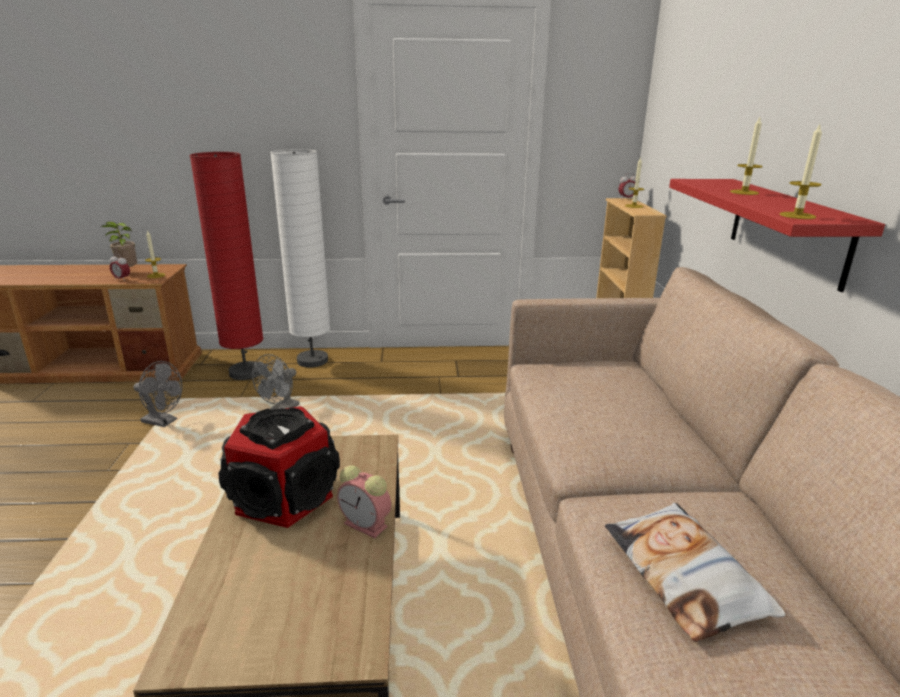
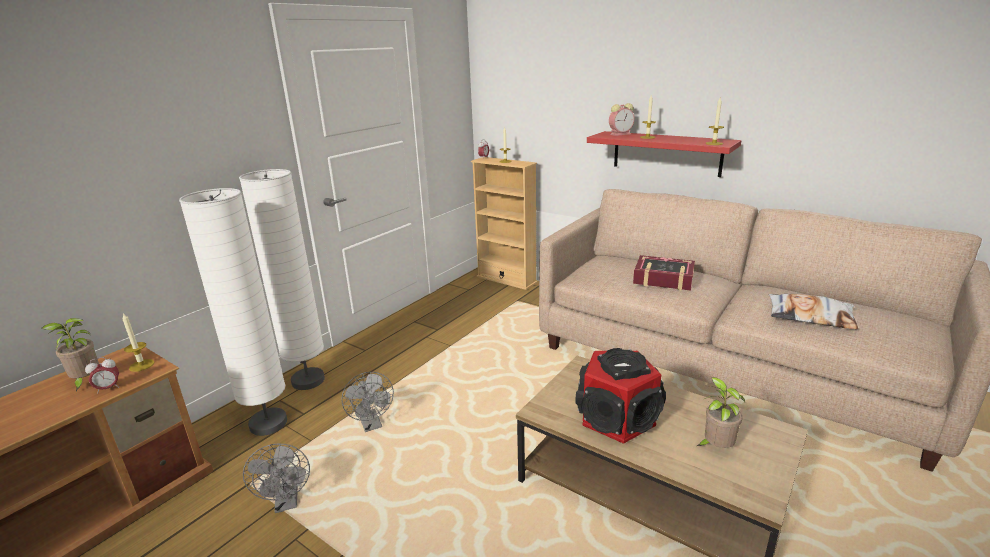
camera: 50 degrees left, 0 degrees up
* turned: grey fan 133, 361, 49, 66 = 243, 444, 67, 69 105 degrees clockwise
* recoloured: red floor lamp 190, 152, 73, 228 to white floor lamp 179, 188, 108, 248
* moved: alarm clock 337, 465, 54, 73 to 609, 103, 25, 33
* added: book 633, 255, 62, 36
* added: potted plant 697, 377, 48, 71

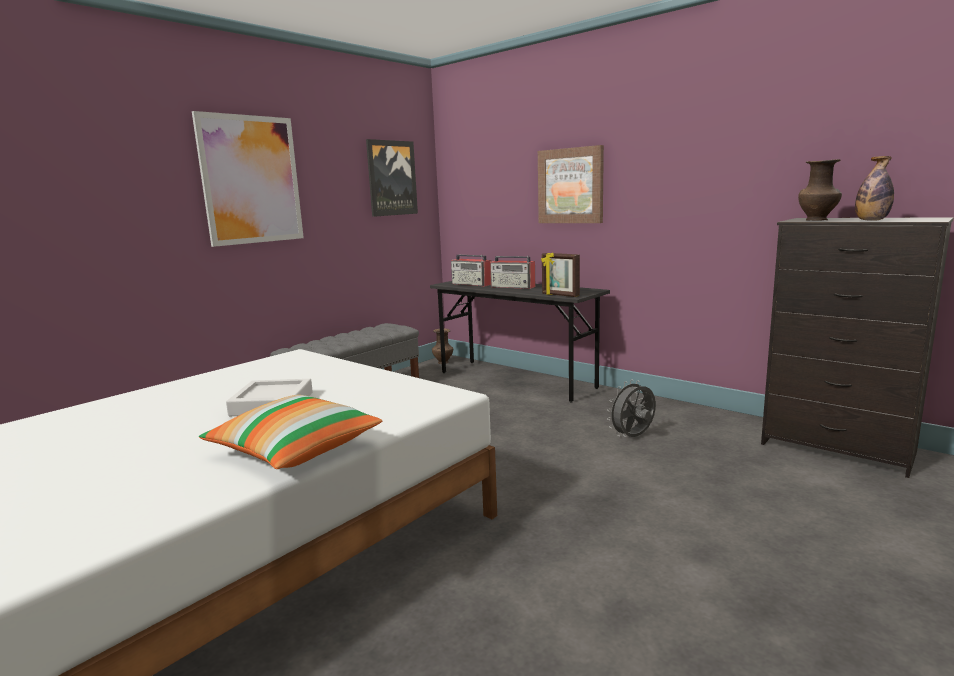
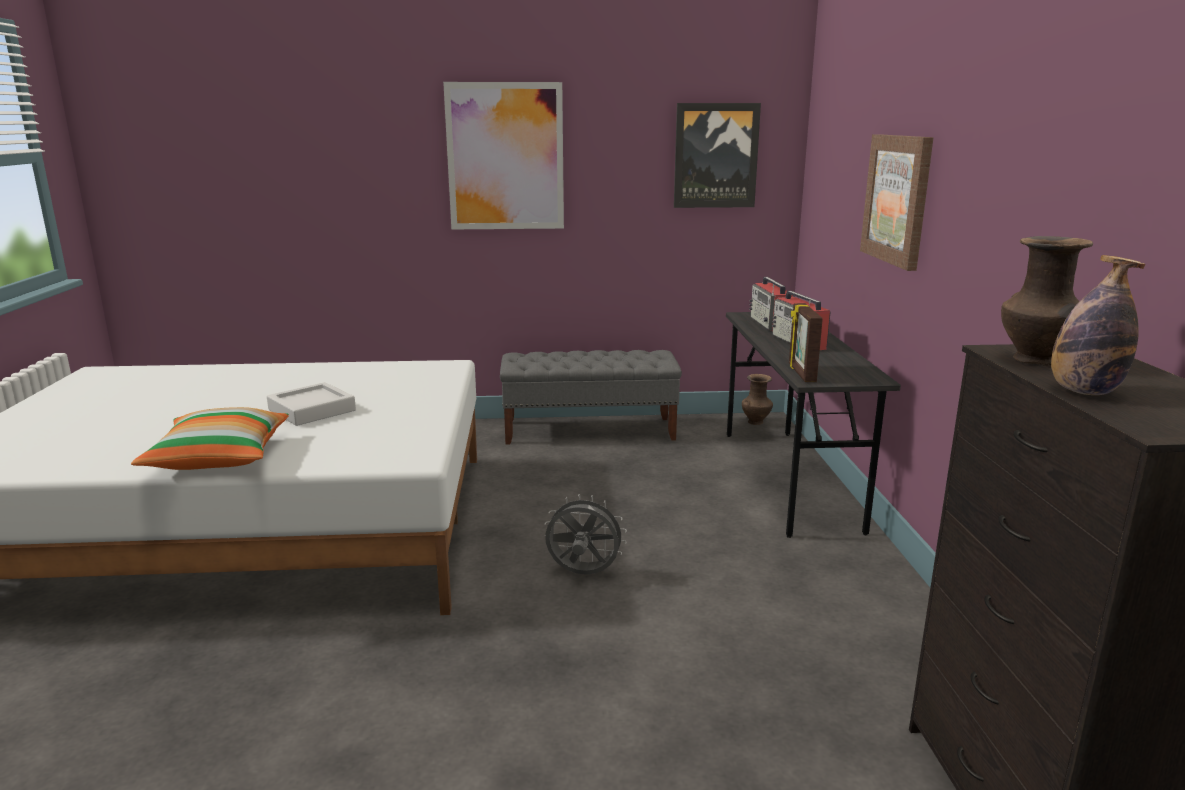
camera: 45 degrees right, 5 degrees up
* moved: grey fan 607, 380, 49, 57 to 545, 494, 82, 81

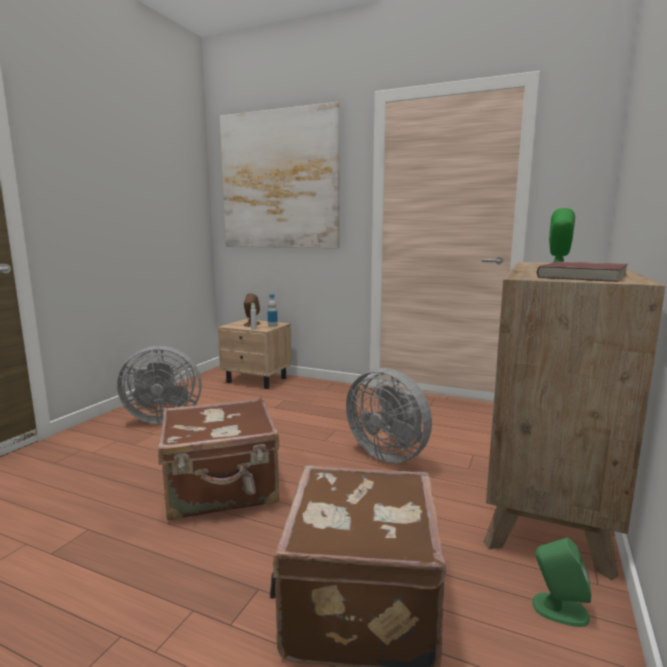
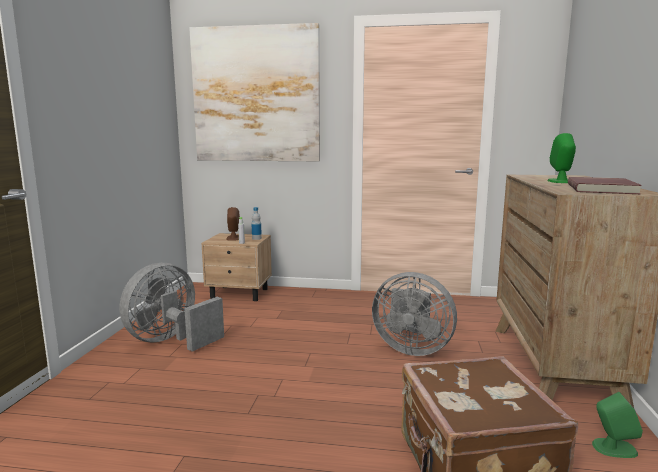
camera: 15 degrees left, 0 degrees up
* turned: grey fan 117, 346, 85, 78 = 119, 263, 105, 89 150 degrees clockwise
* removed: brown suitcase 158, 398, 121, 123

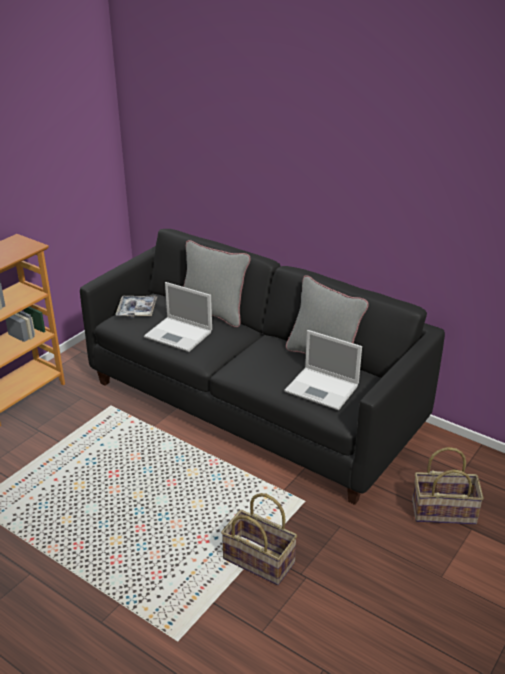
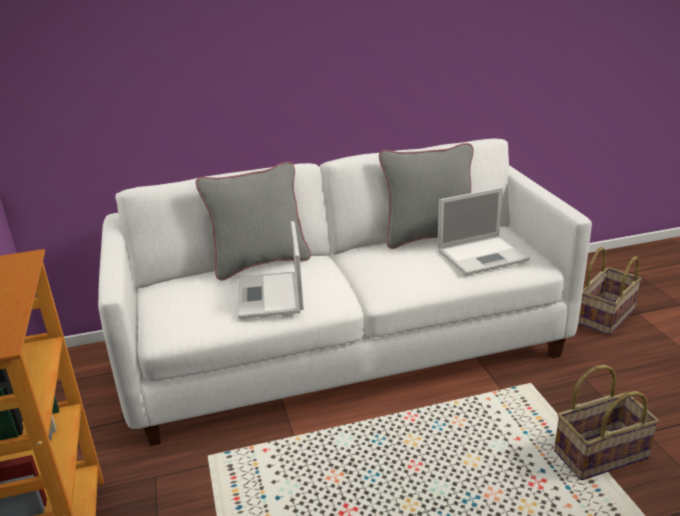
camera: 50 degrees left, 5 degrees down
* recoloured: black sofa 80, 229, 365, 276 to white sofa 98, 138, 494, 308
* removed: tray 116, 296, 42, 22
* turned: laptop 144, 282, 68, 70 = 238, 221, 66, 98 105 degrees clockwise

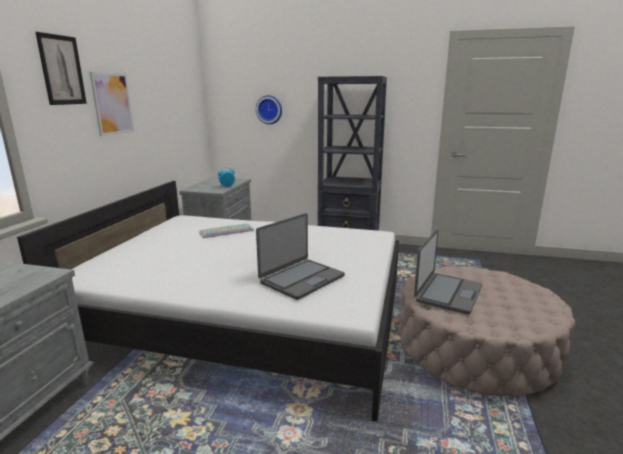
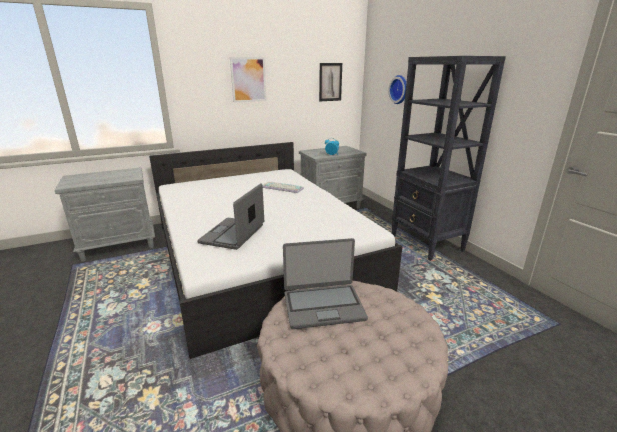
camera: 50 degrees right, 5 degrees up
* moved: picture 35, 32, 52, 73 to 319, 63, 23, 38
* turned: laptop 256, 213, 89, 87 = 197, 183, 67, 67 105 degrees clockwise

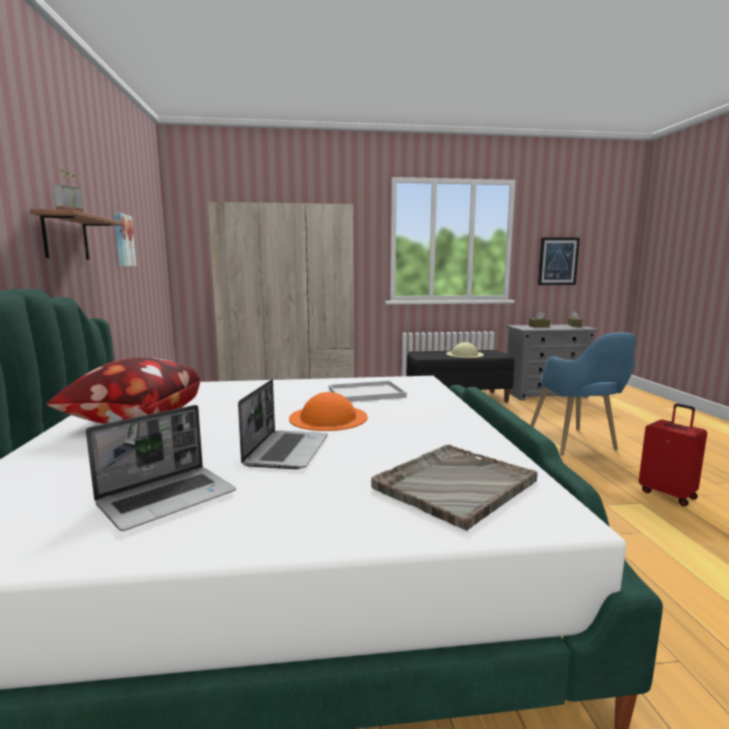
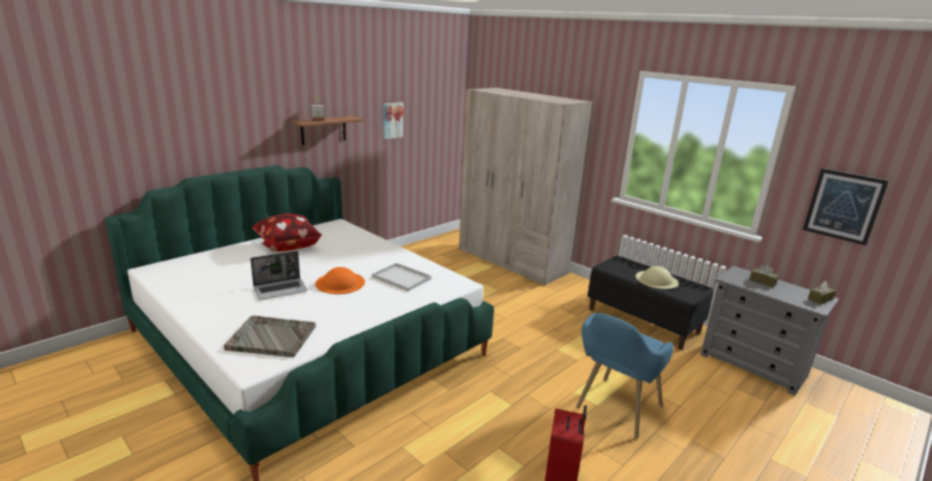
camera: 50 degrees right, 10 degrees up
* removed: laptop 86, 405, 150, 126

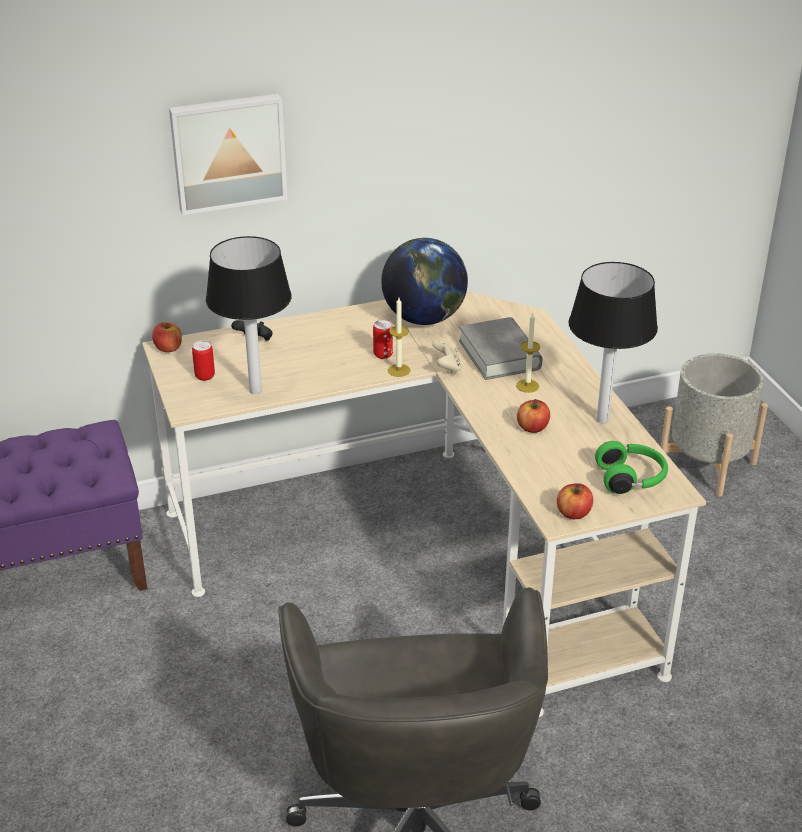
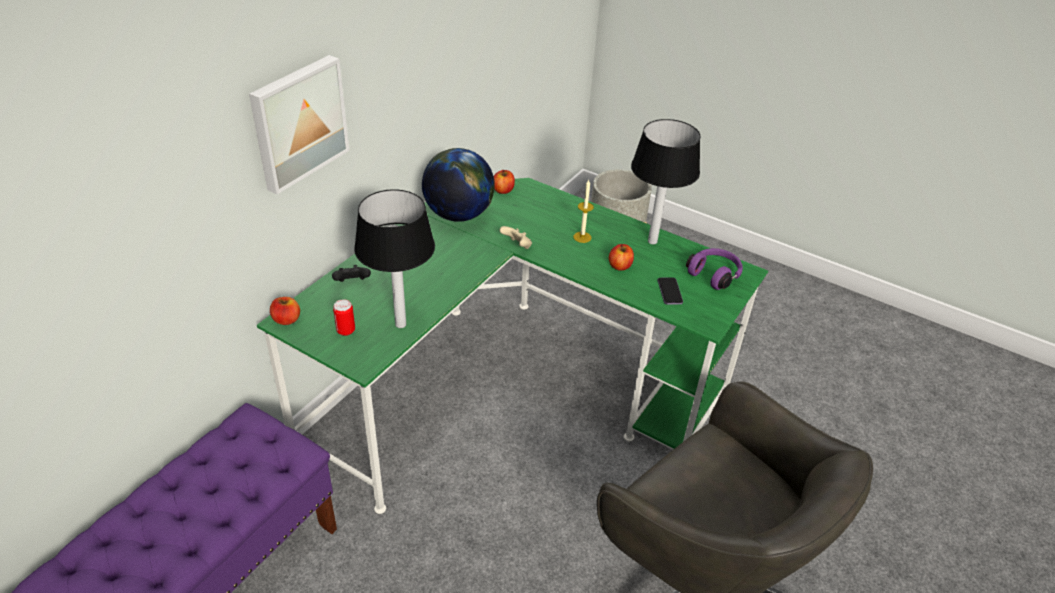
camera: 40 degrees left, 5 degrees up
* recoloured: beige desk 142, 291, 564, 426 to green desk 257, 178, 511, 336
* removed: can 373, 320, 20, 39
* removed: candle 388, 298, 22, 79
* removed: grey book 459, 317, 83, 63
* moved: apple 557, 483, 36, 36 to 494, 170, 21, 24
* recoloured: green headphones 595, 441, 73, 53 to purple headphones 686, 248, 57, 42
* added: phone 658, 277, 25, 28

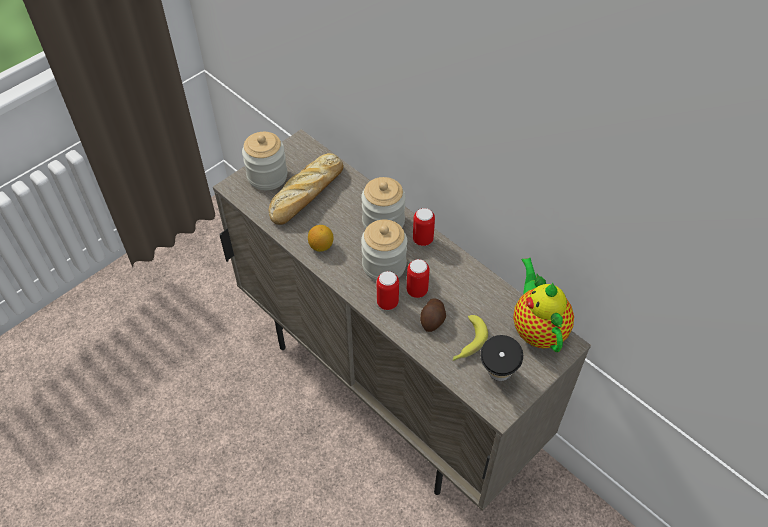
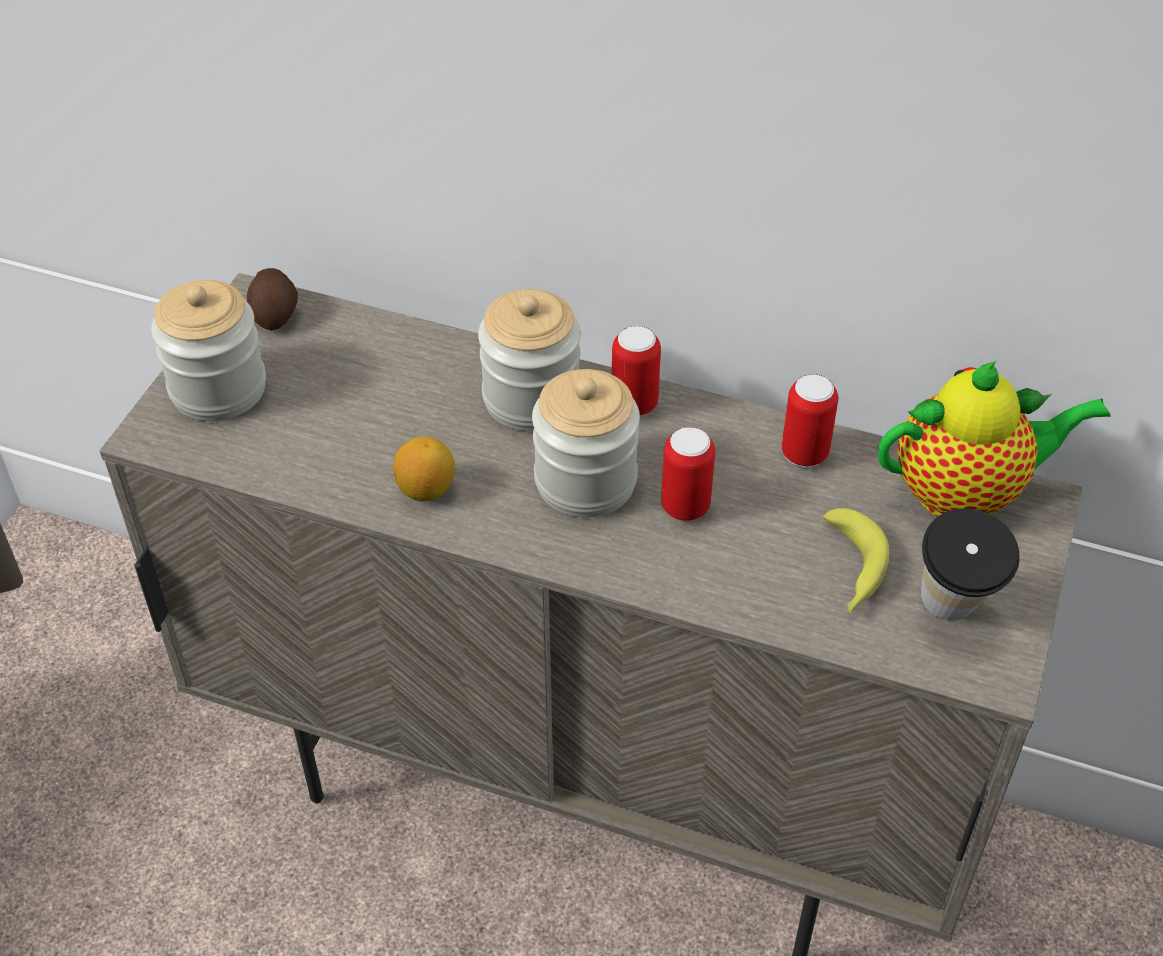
camera: 25 degrees left, 5 degrees down
* removed: bread 268, 153, 76, 72
* moved: can 377, 271, 22, 39 to 782, 374, 56, 93
* moved: potato 420, 298, 26, 34 to 247, 268, 51, 63
* turned: teapot 513, 258, 61, 94 = 878, 361, 233, 156 120 degrees clockwise

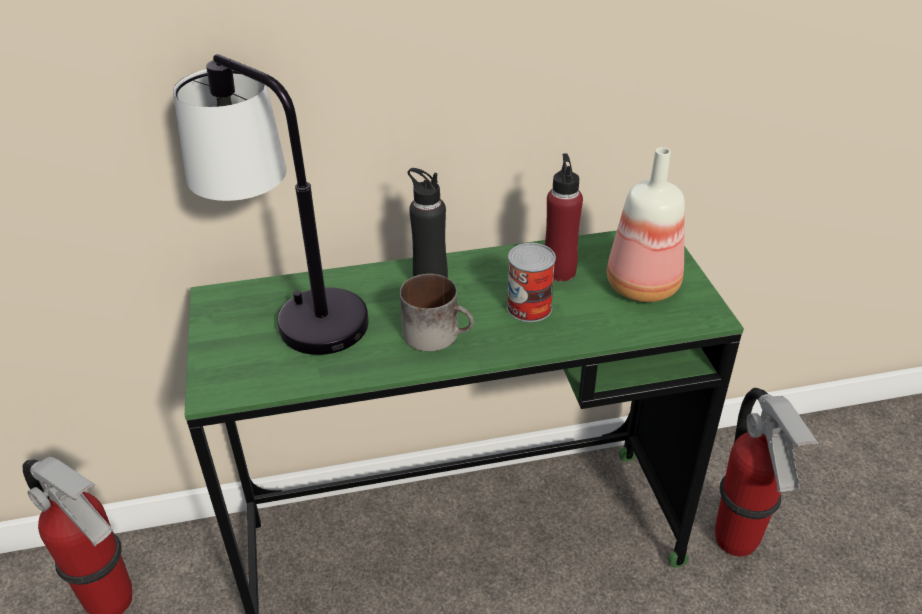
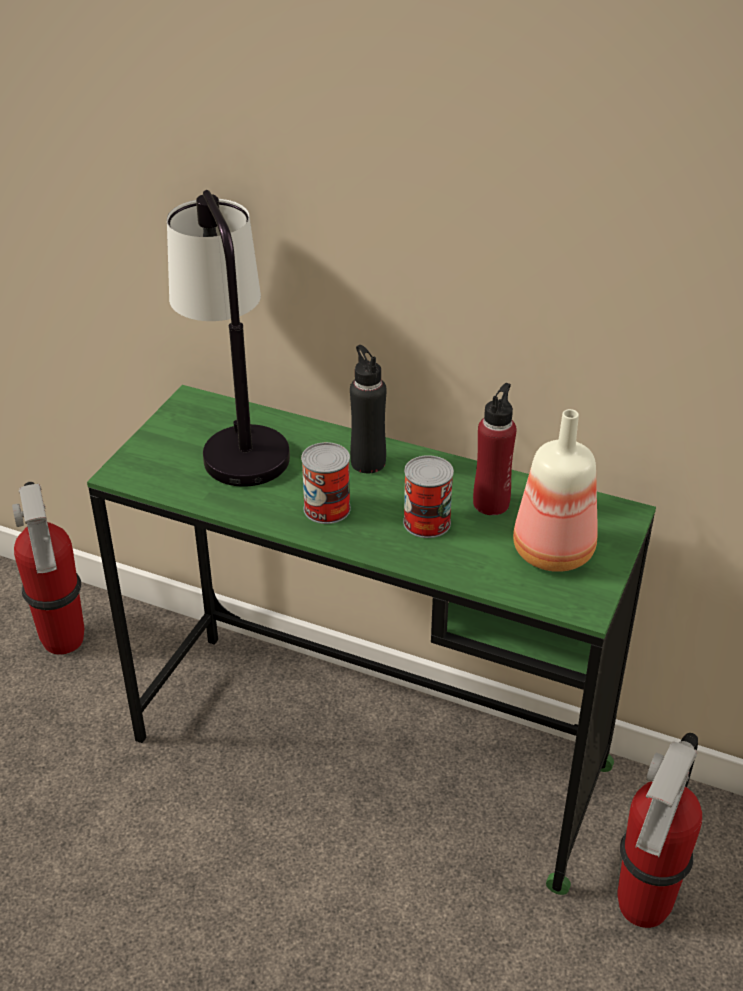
camera: 35 degrees right, 0 degrees up
* replaced: mug 400, 274, 74, 78 to can 301, 442, 50, 82

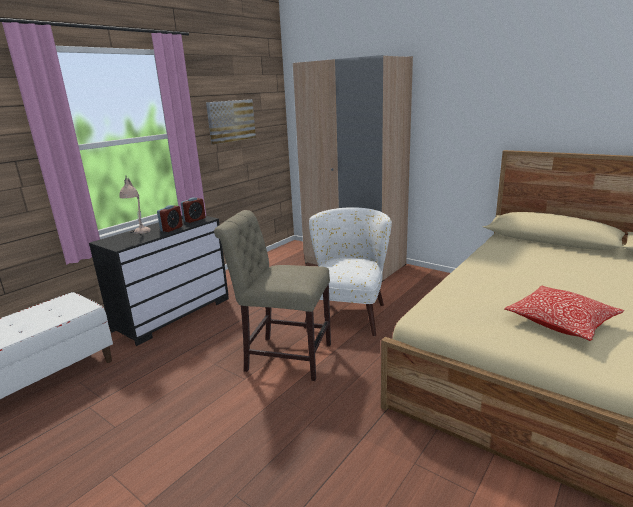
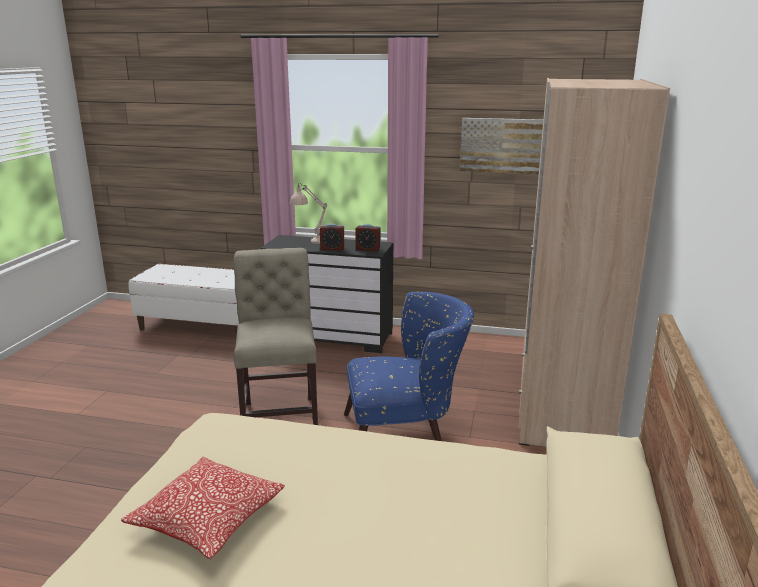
camera: 65 degrees right, 0 degrees up
* recoloured: white armchair 304, 207, 88, 129 to blue armchair 344, 292, 130, 149

